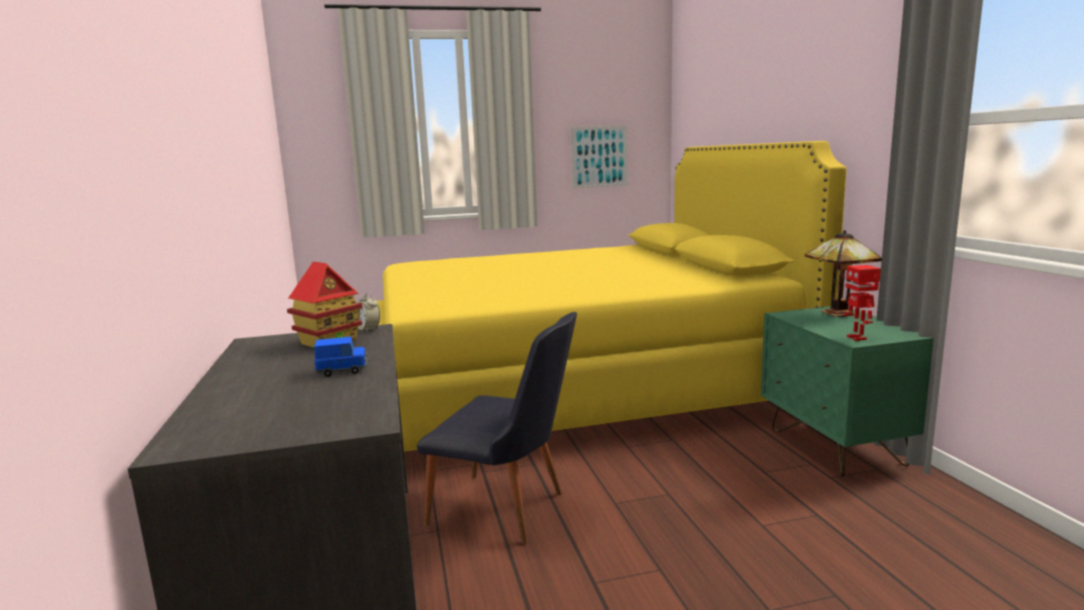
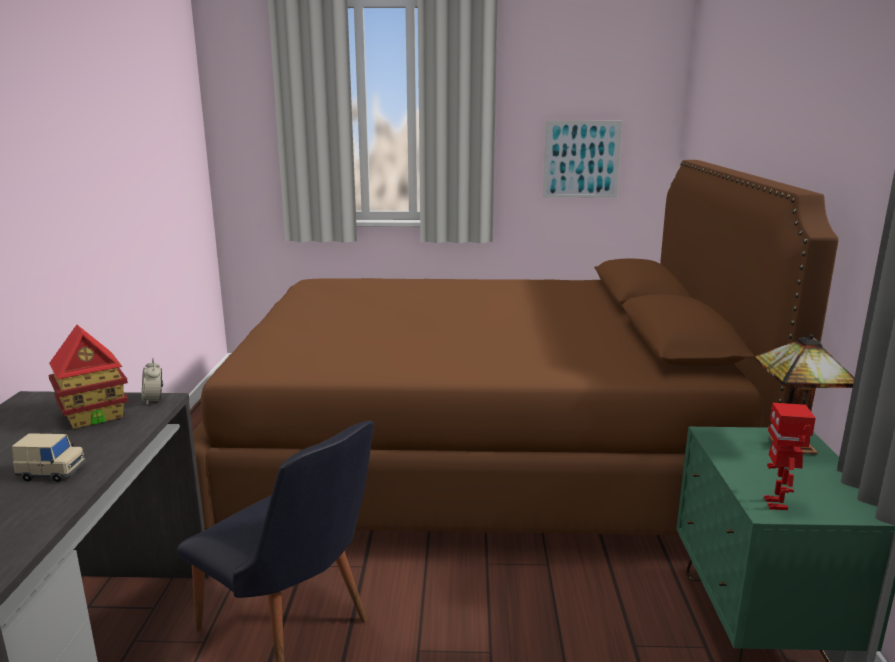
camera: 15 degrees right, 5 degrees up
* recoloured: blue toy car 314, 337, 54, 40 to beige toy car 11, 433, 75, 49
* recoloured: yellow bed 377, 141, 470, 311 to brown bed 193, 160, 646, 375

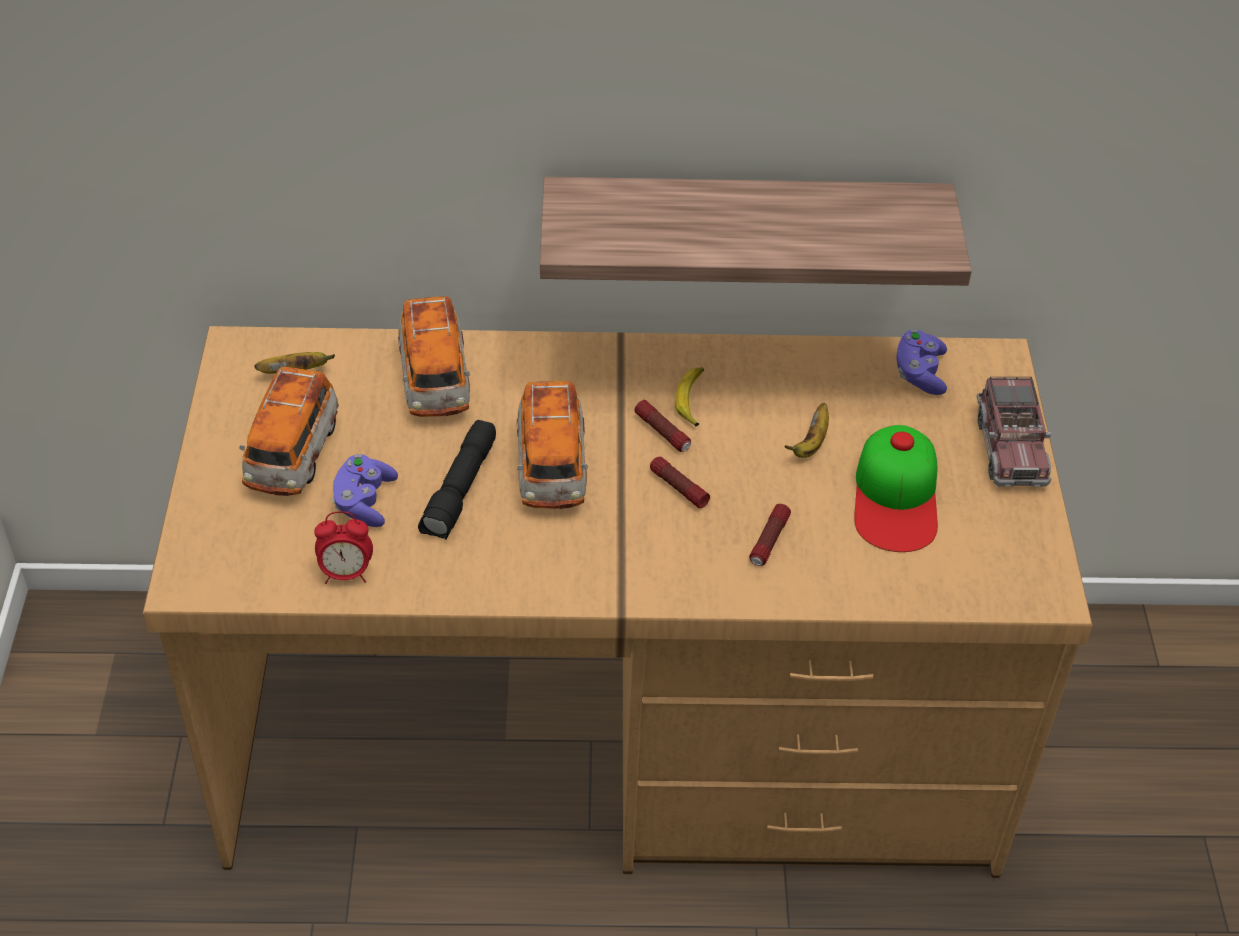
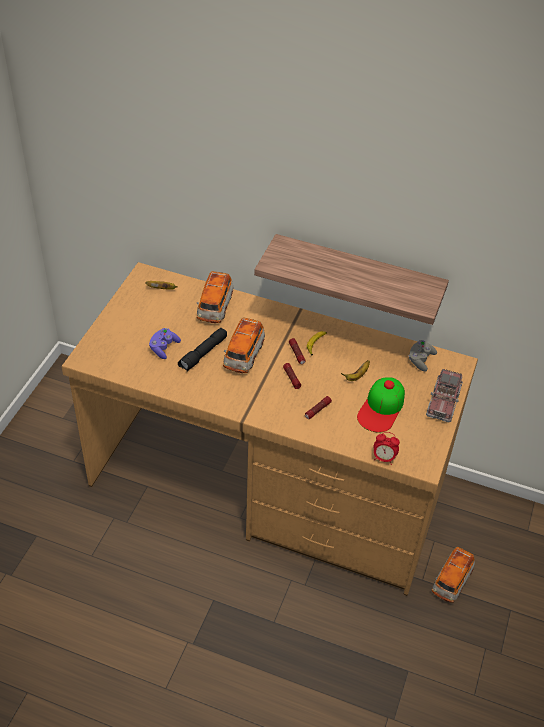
camera: 20 degrees right, 0 degrees up
* moved: toy car 239, 367, 100, 129 to 432, 547, 43, 56
* moved: alarm clock 314, 511, 59, 73 to 374, 432, 26, 33
* recoloured: purple game controller 896, 329, 51, 66 to grey game controller 409, 340, 28, 31

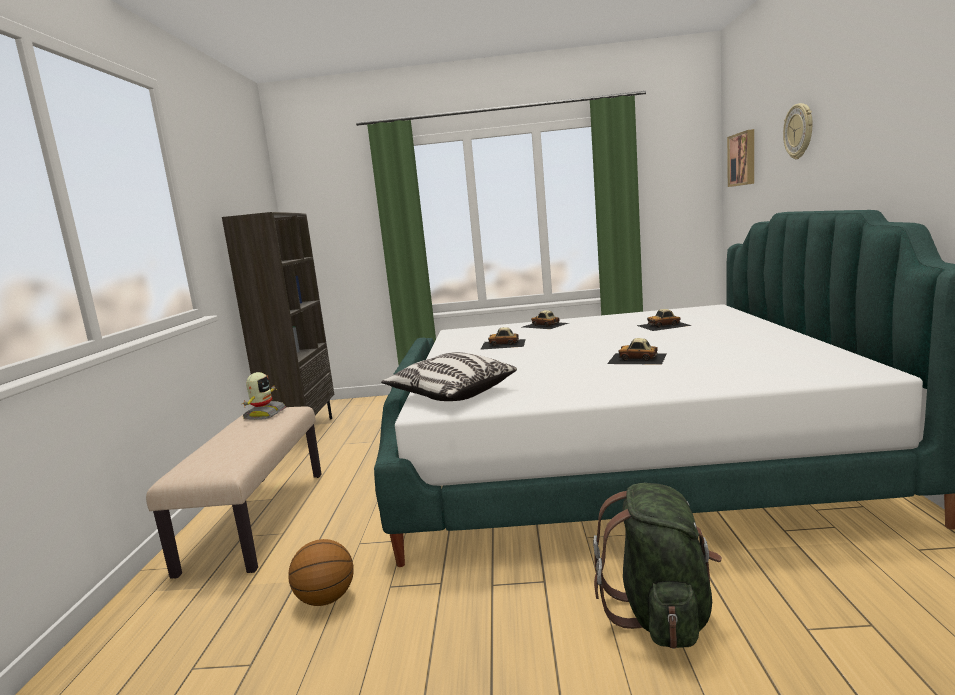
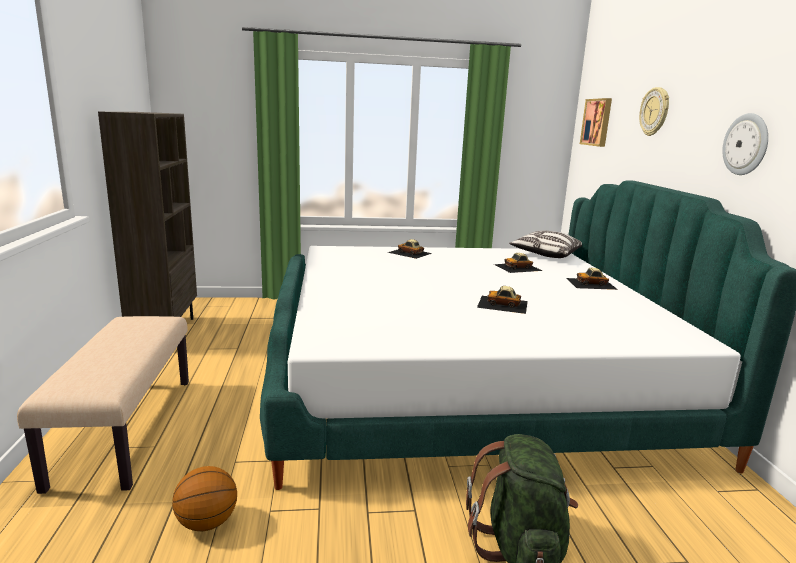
camera: 10 degrees left, 5 degrees up
* removed: toy robot 243, 372, 43, 48
* moved: pillow 381, 352, 136, 49 to 509, 231, 73, 27
* moved: toy car 480, 327, 46, 23 to 566, 268, 52, 22
* added: wall clock 722, 113, 46, 62

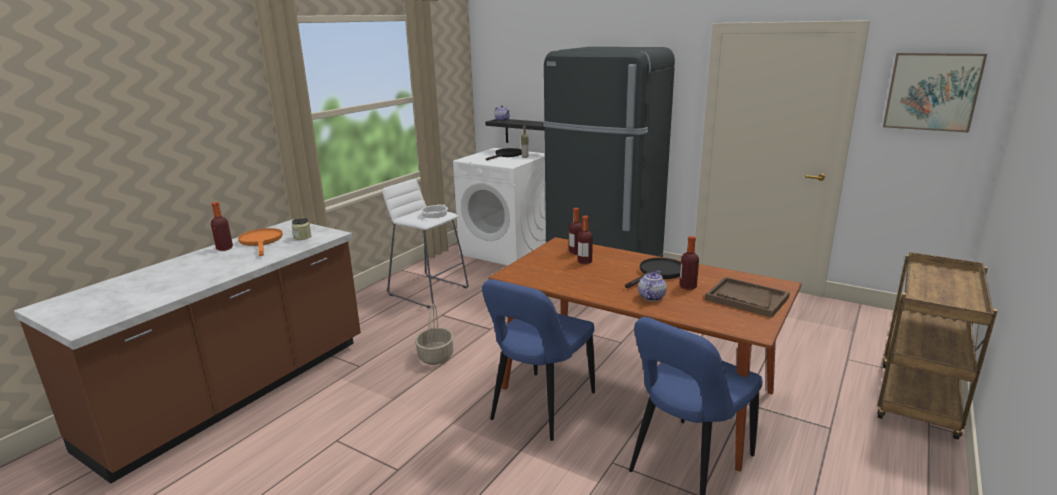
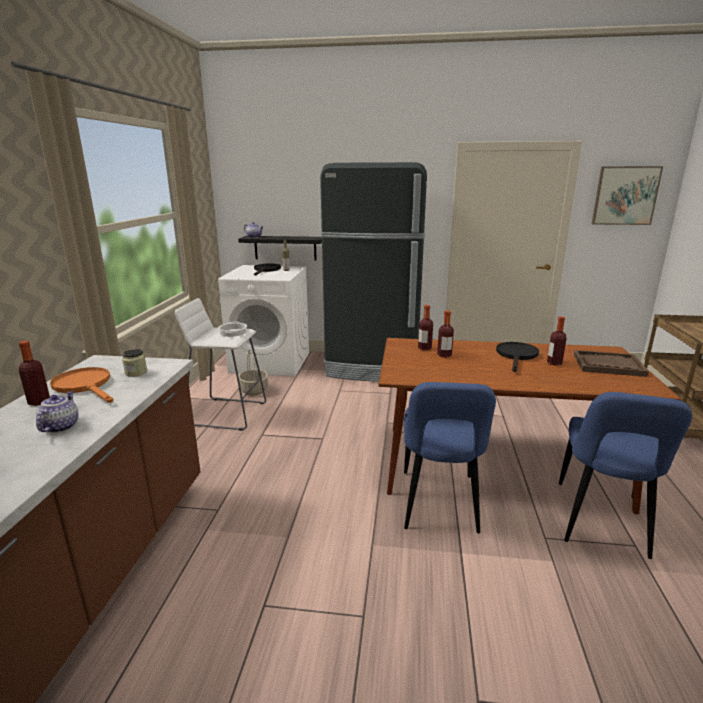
camera: 25 degrees left, 0 degrees up
* moved: basket 415, 303, 39, 62 to 239, 349, 29, 46
* moved: teapot 638, 270, 29, 31 to 36, 391, 43, 42

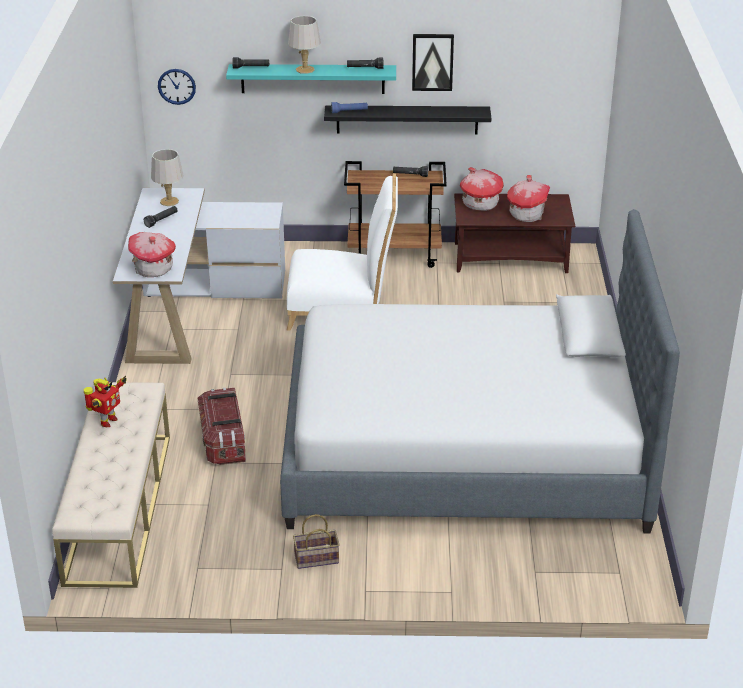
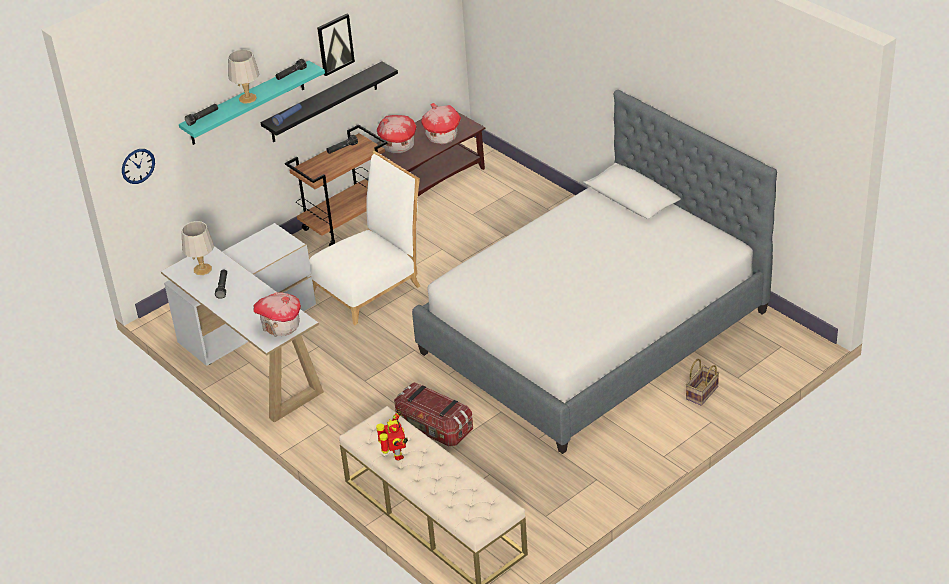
camera: 40 degrees left, 5 degrees up
* moved: basket 293, 514, 47, 55 to 686, 359, 33, 47

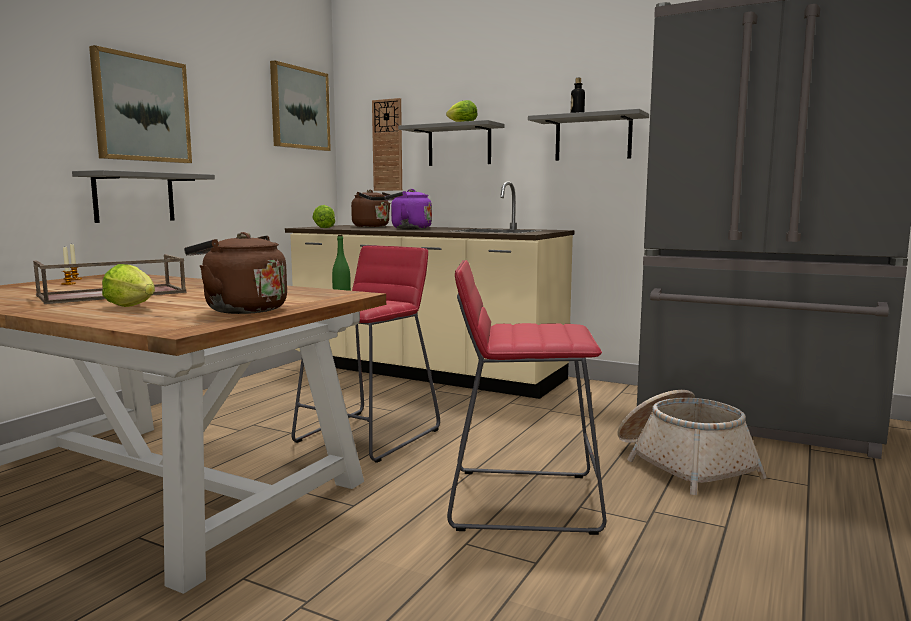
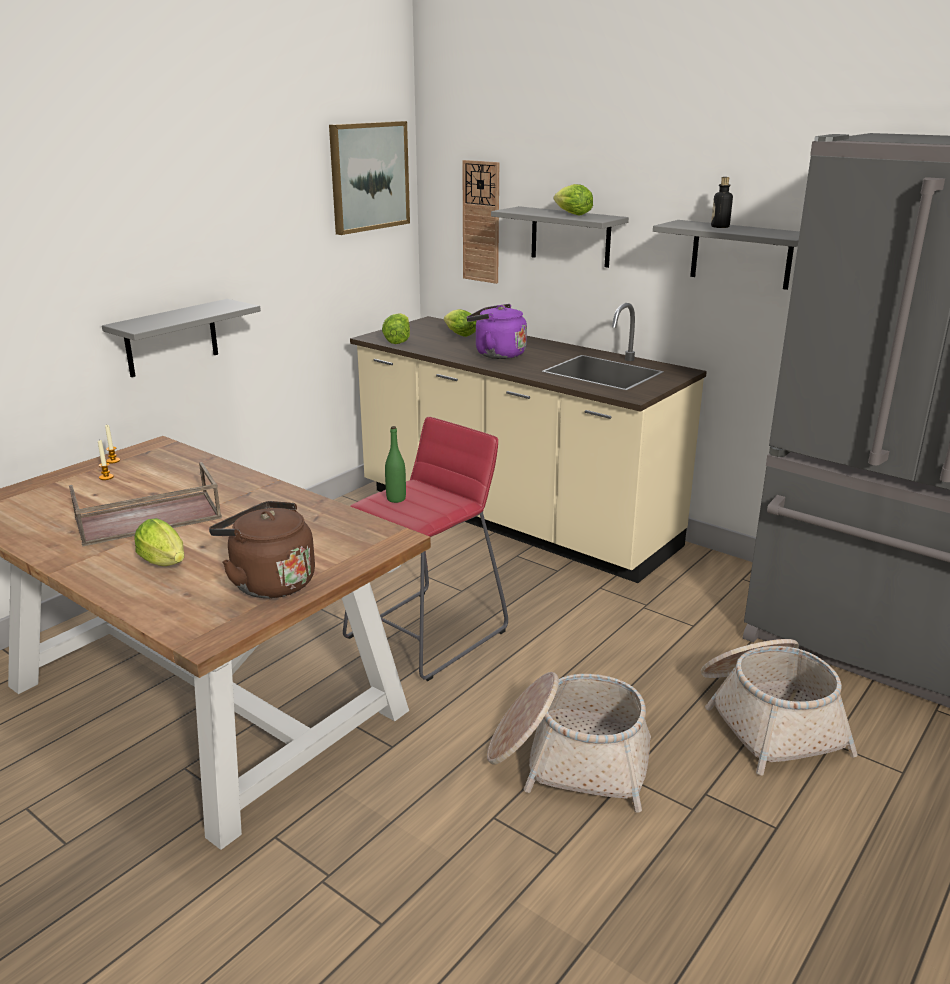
camera: 10 degrees right, 15 degrees up
* removed: picture 89, 45, 103, 118
* replaced: brown kettle 351, 190, 40, 37 to lettuce 444, 309, 32, 28
* replaced: red stool 447, 260, 160, 275 to basket 487, 672, 164, 140

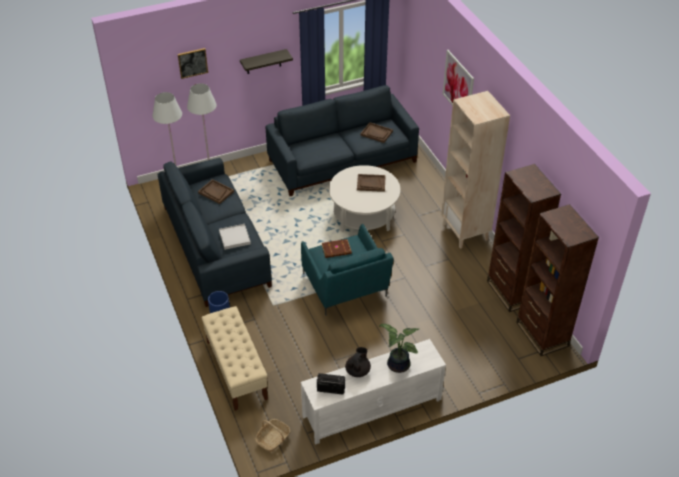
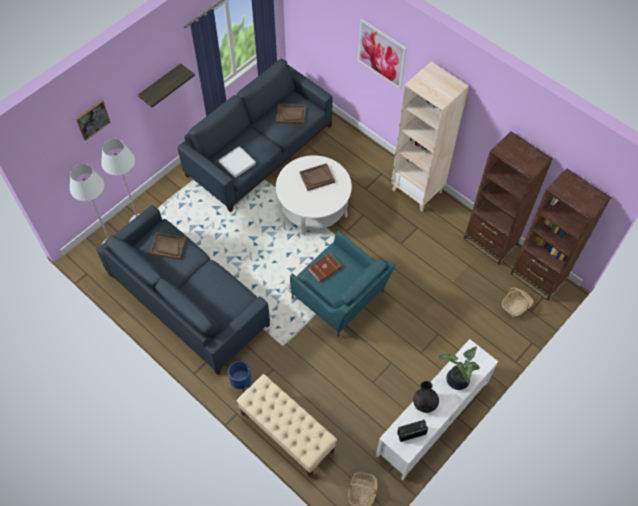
camera: 25 degrees left, 15 degrees up
* moved: white tray 219, 224, 32, 26 to 219, 146, 37, 32
* added: basket 502, 288, 32, 29

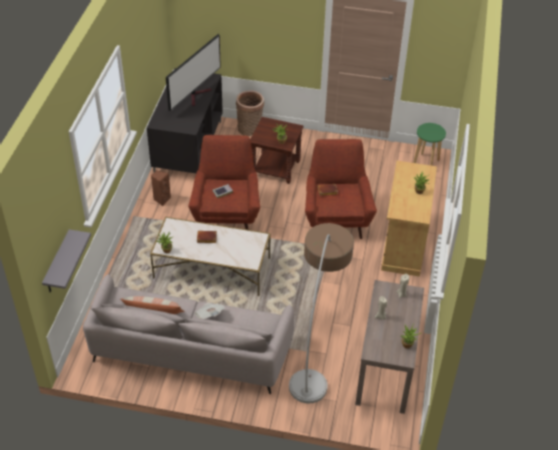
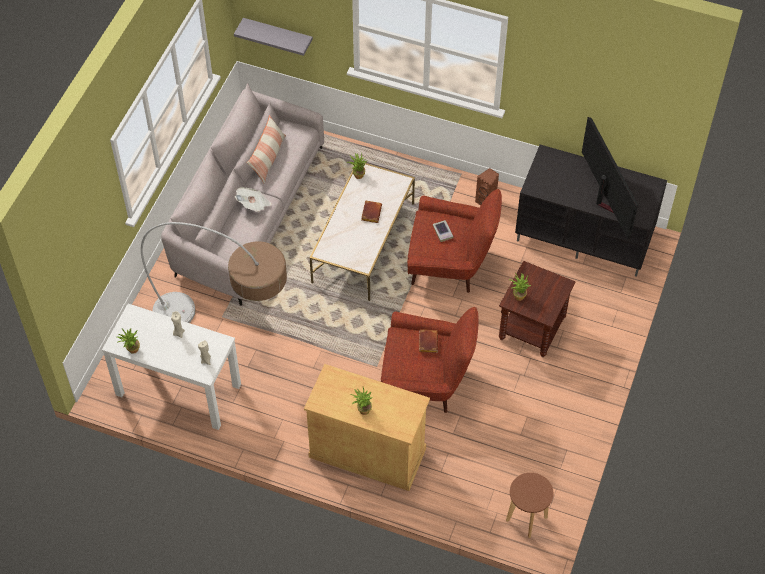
camera: 100 degrees right, 10 degrees up
* turned: television 166, 34, 55, 77 = 582, 117, 56, 123 150 degrees counterclockwise
* removed: basket 236, 90, 28, 46
* recoloured: brown console table 355, 280, 69, 134 to white console table 102, 304, 139, 126
* recoloured: green stool 413, 123, 33, 43 to brown stool 506, 473, 48, 65

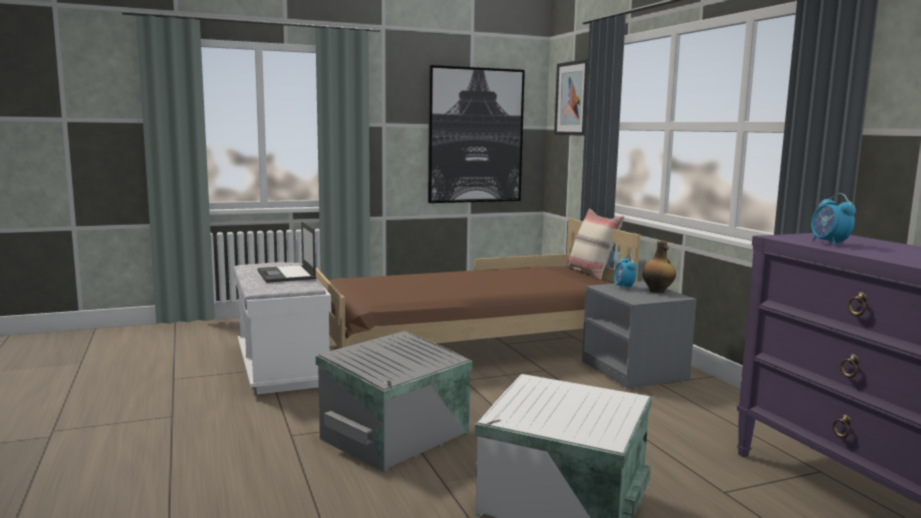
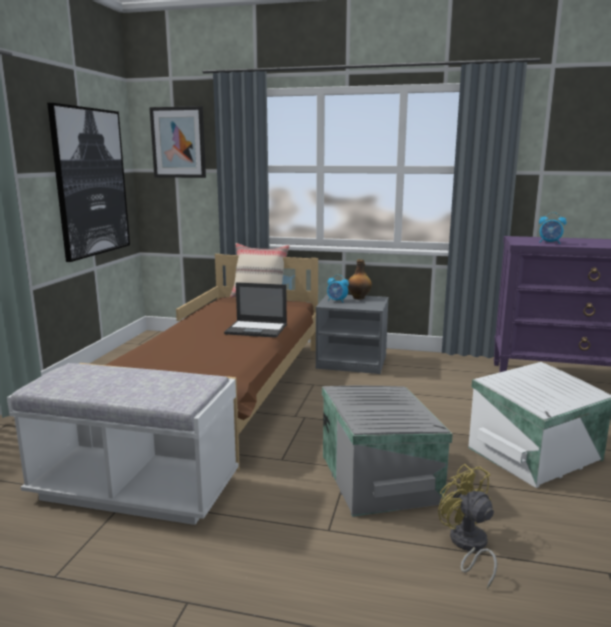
camera: 55 degrees left, 5 degrees up
* moved: laptop 257, 221, 59, 62 to 224, 282, 63, 56
* added: yellow fan 438, 464, 59, 125

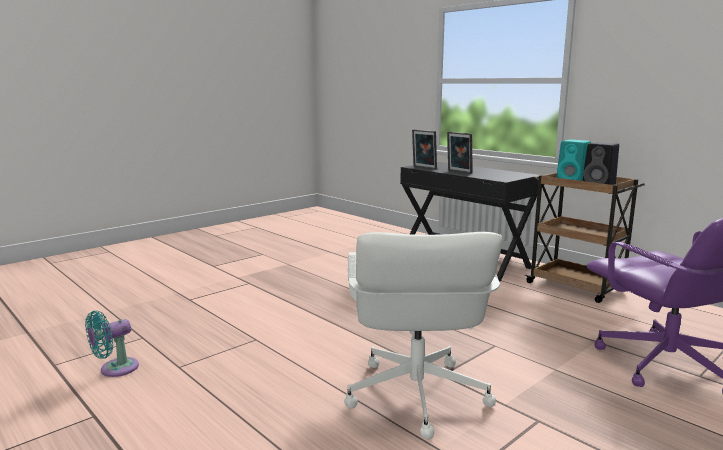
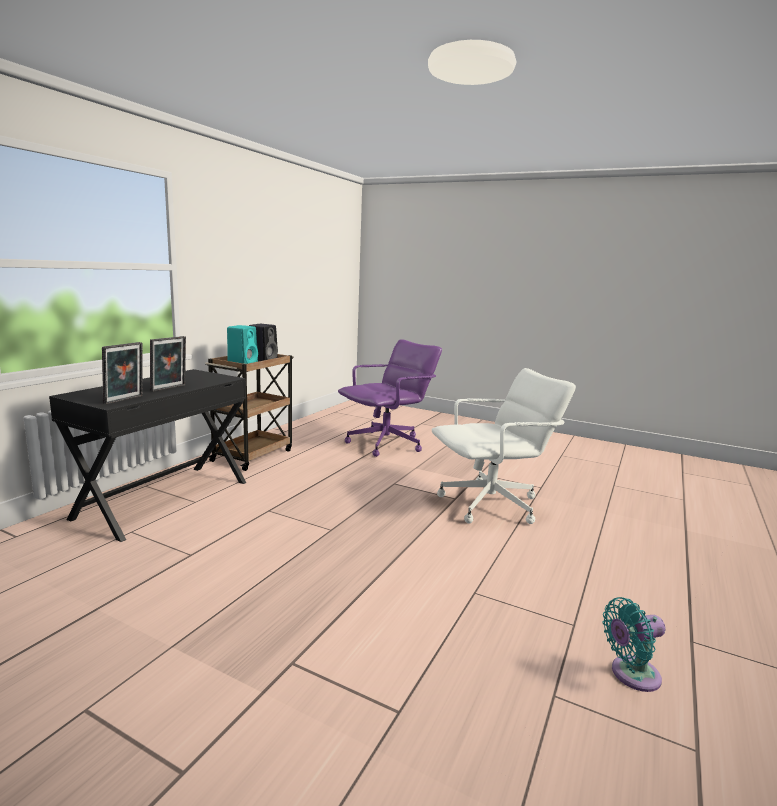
camera: 110 degrees left, 0 degrees up
* turned: turquoise fan 85, 311, 54, 66 = 602, 597, 64, 95 135 degrees clockwise

